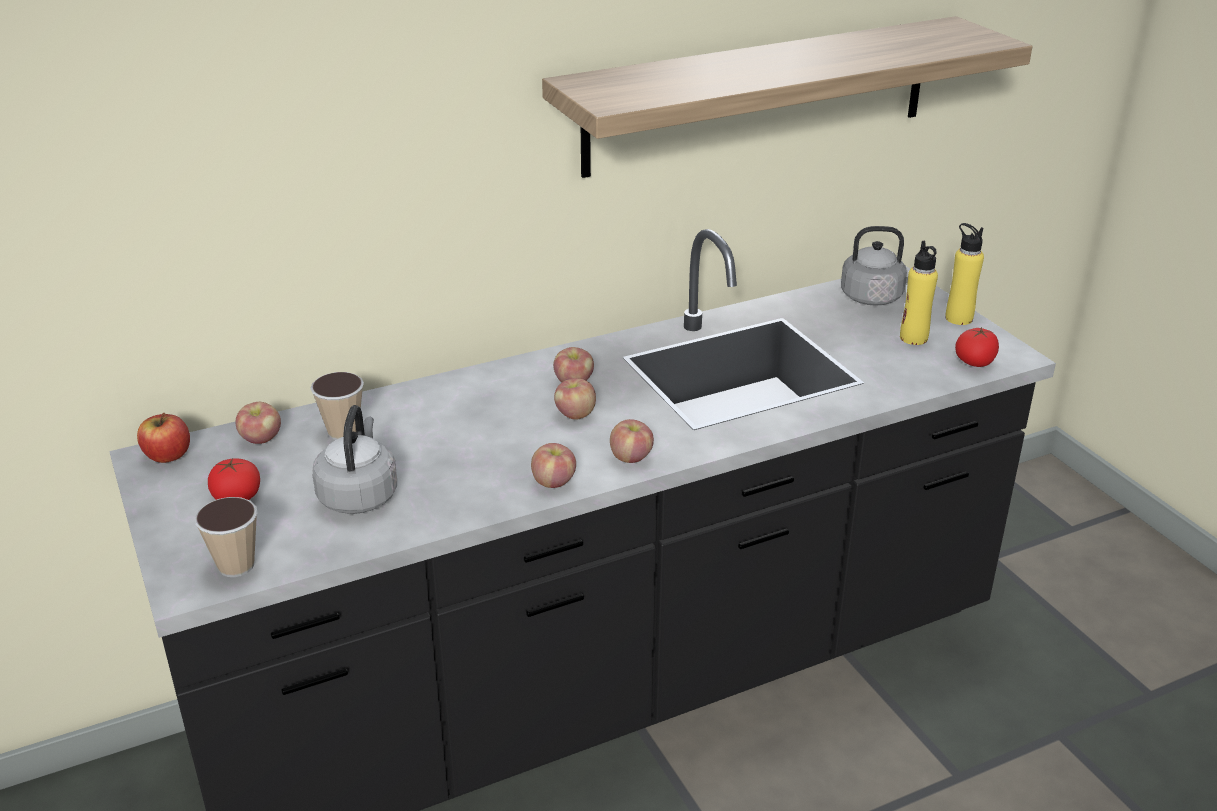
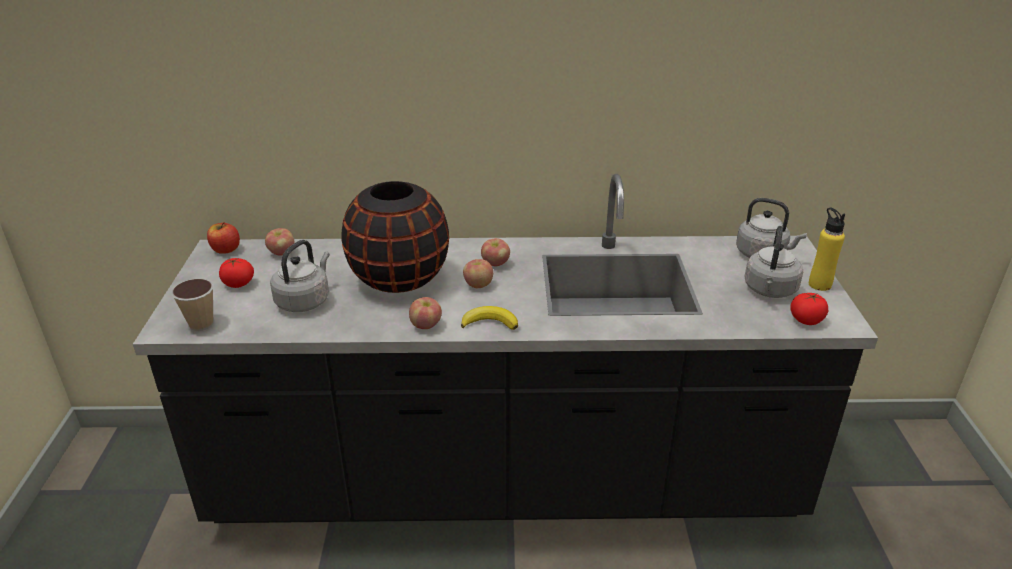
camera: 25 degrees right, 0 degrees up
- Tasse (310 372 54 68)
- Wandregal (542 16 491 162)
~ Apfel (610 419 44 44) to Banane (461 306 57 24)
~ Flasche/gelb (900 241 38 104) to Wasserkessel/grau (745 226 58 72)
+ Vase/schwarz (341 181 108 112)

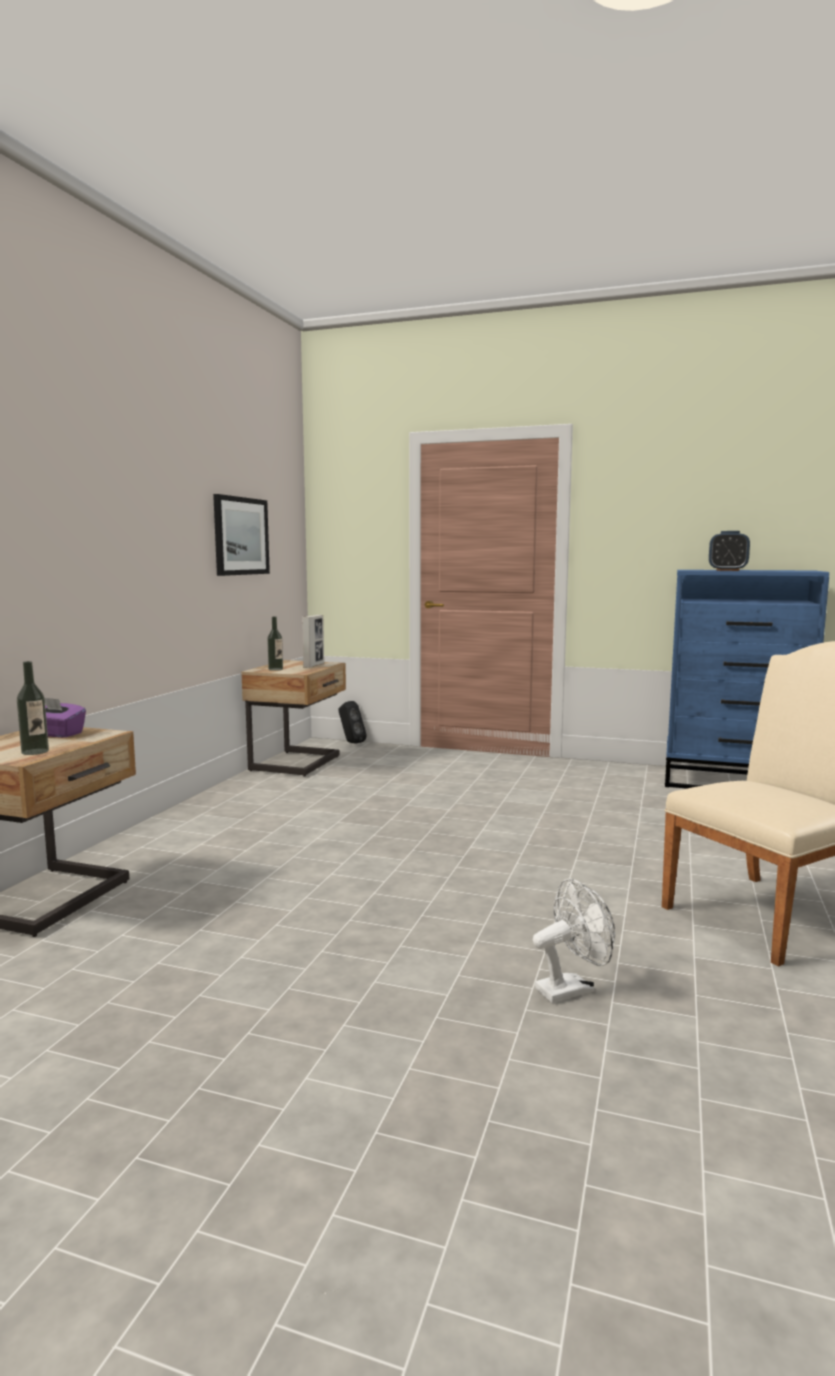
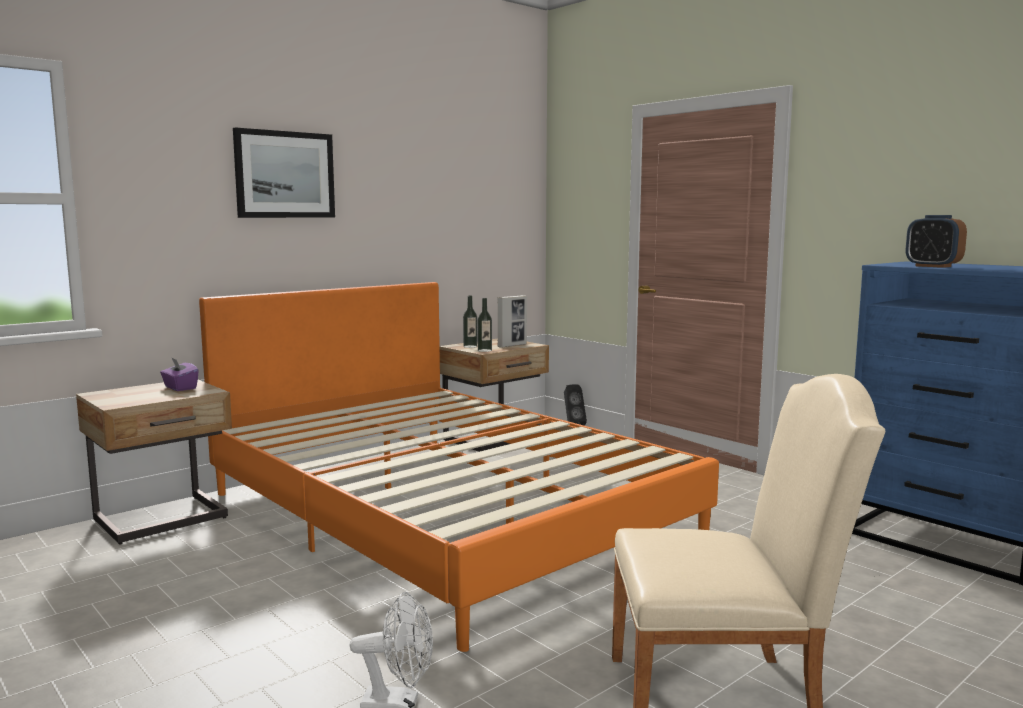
camera: 30 degrees right, 0 degrees up
~ Flasche (17 661 32 94) to (477 298 15 54)
~ Bild (213 494 57 82) to (233 127 102 91)
+ Bett/orange (199 282 520 370)

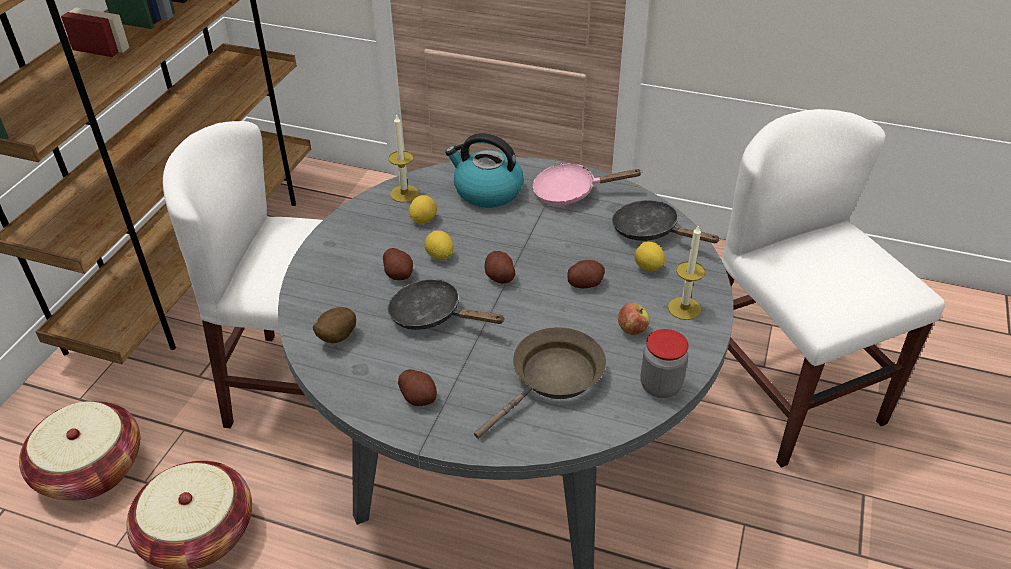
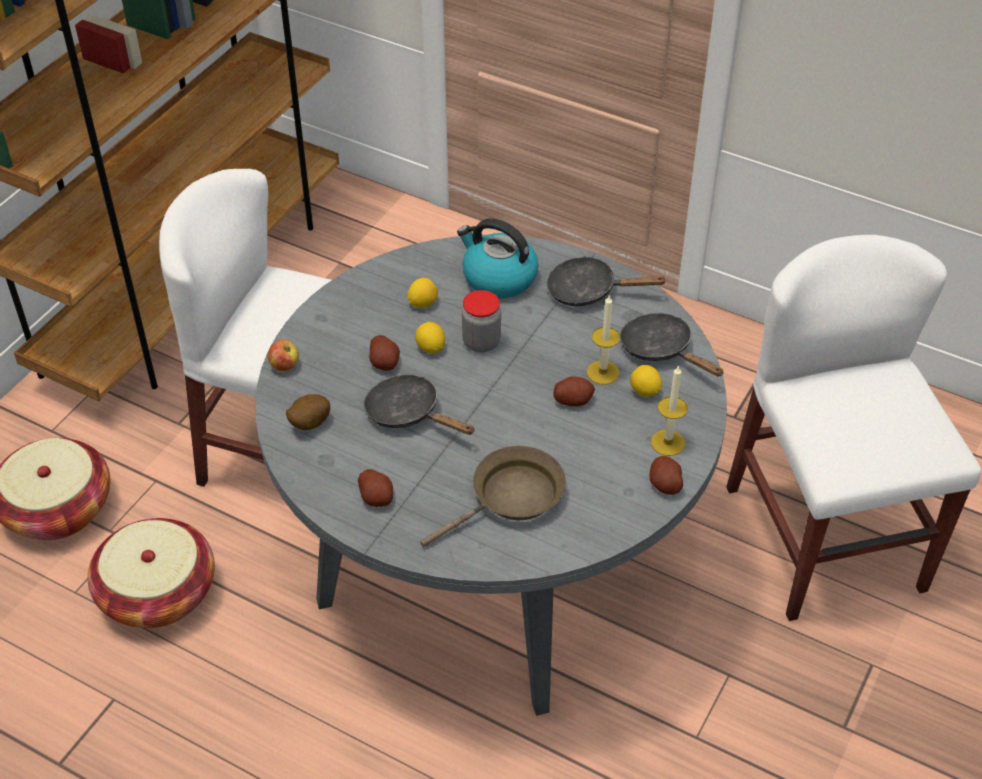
camera: 10 degrees right, 5 degrees up
~ Kerze (389 114 30 89) to (587 294 33 91)
~ Kartoffel (485 251 31 33) to (650 456 33 39)
~ Pfanne/rosa (532 163 111 42) to Pfanne/schwarz (546 256 120 50)
~ Apfel (618 302 32 33) to (268 340 31 31)
~ Vorratsglas (640 329 48 69) to (462 290 39 62)

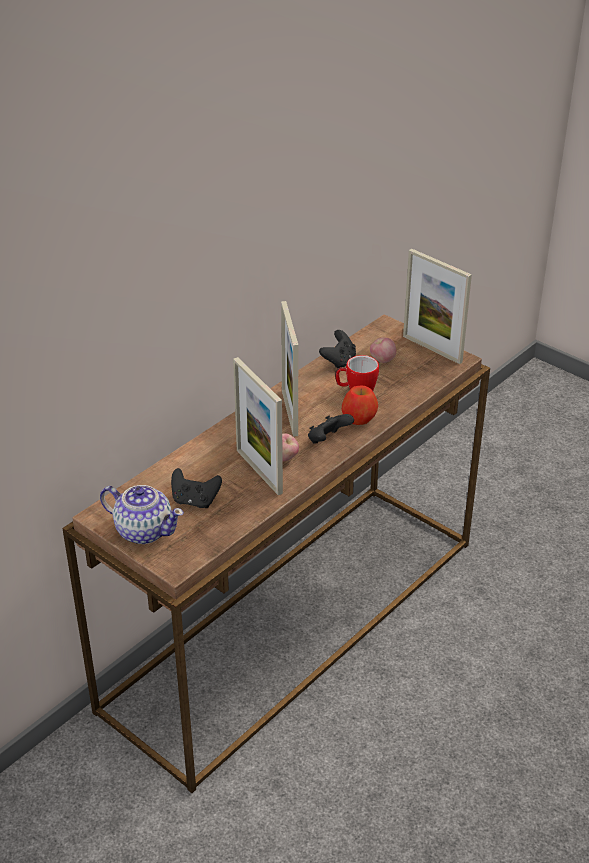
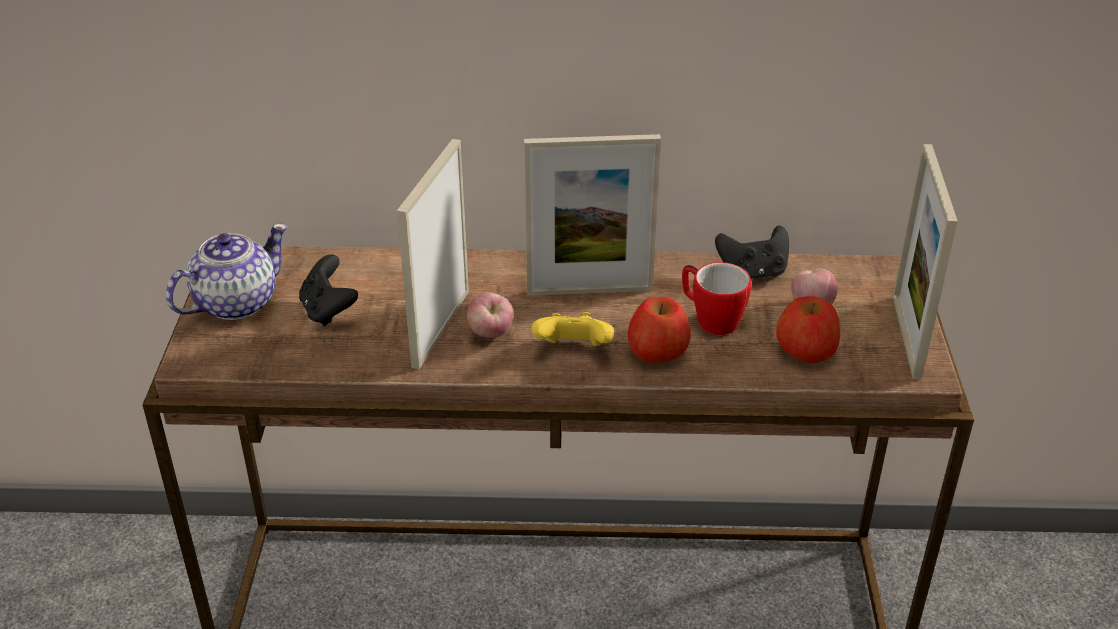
camera: 50 degrees right, 0 degrees up
~ Teekanne (100 485 84 59) = (166 224 122 96) 120 degrees counterclockwise
~ Bilderrahmen (281 301 17 136) = (524 134 137 162) 135 degrees counterclockwise
~ Gamepad/schwarz (308 414 46 30) to Gamepad/gelb (531 312 83 34)
+ Apfel (776 296 64 67)

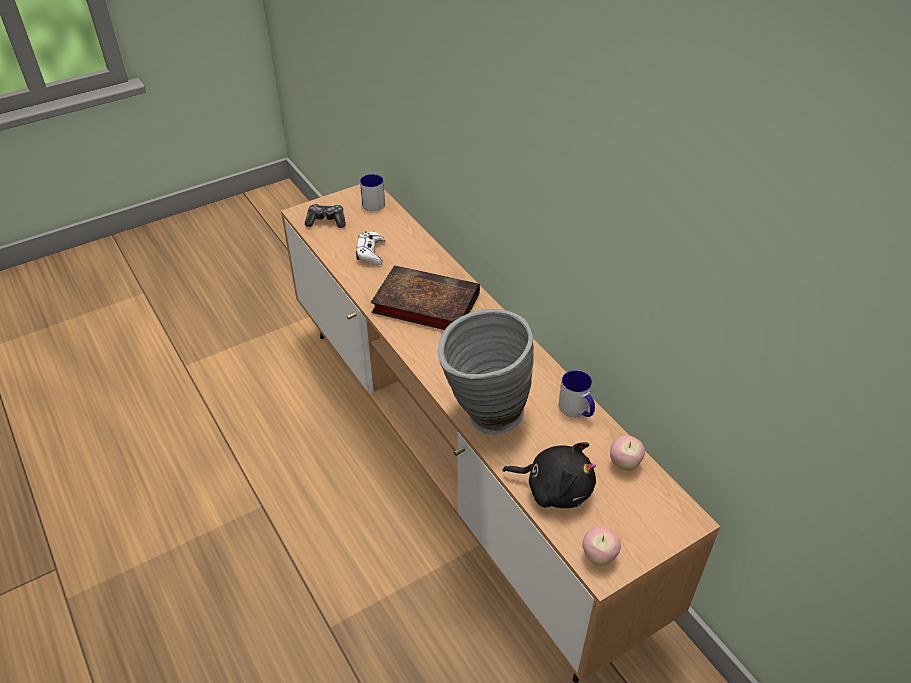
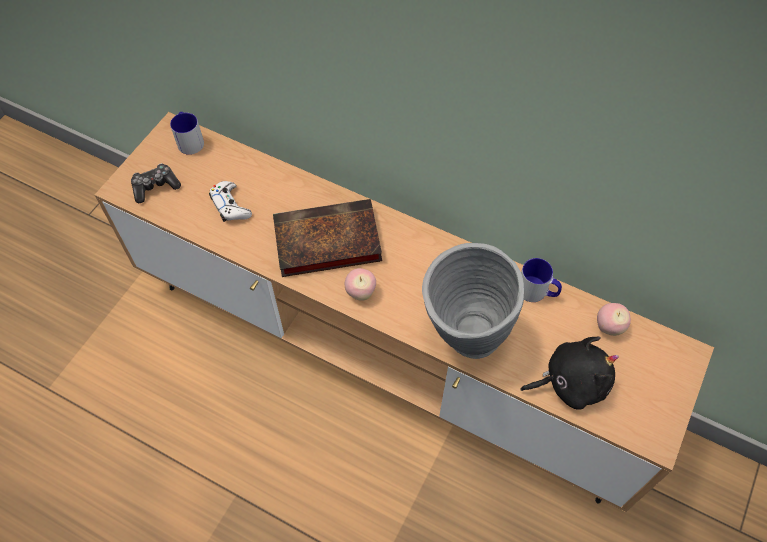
camera: 30 degrees left, 15 degrees up
~ Apfel (583 526 38 40) to (345 268 31 33)

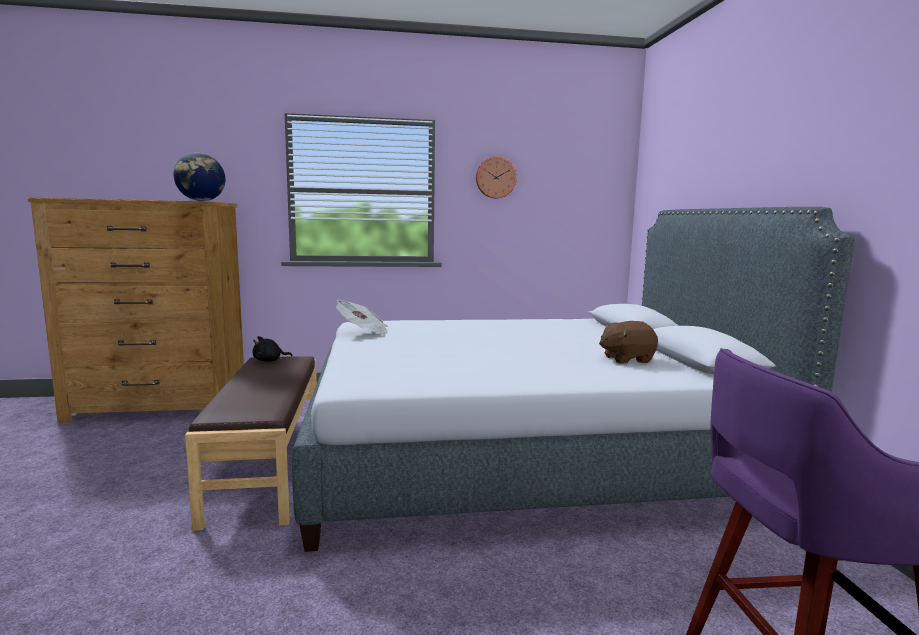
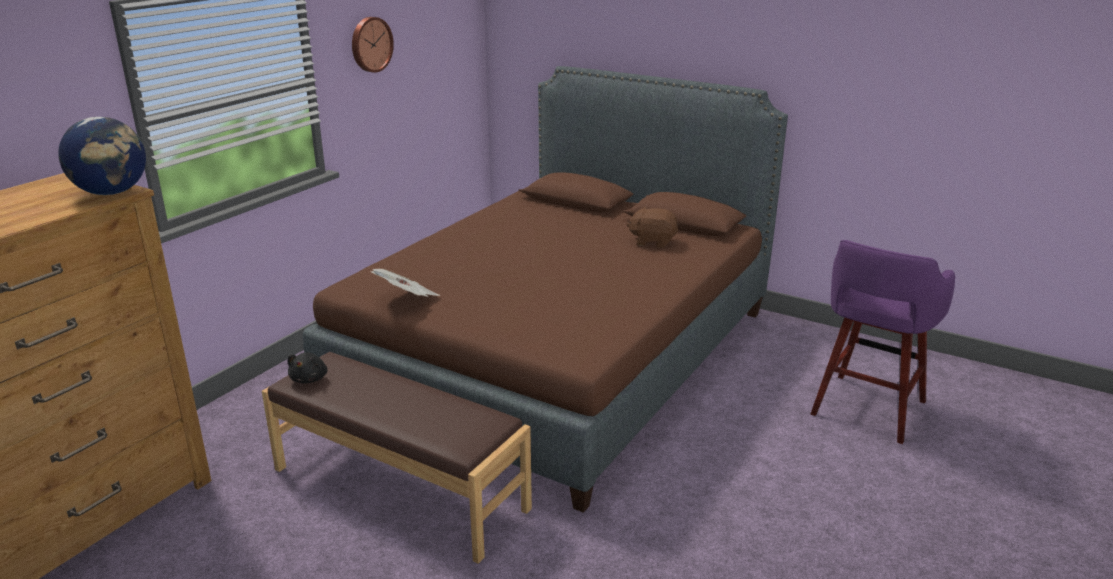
camera: 50 degrees left, 15 degrees up
~ Bett/grau (292 207 562 345) to Bett/braun (303 66 485 447)
~ Plüschtier/braun (599 321 59 42) = (627 207 51 41) 75 degrees clockwise

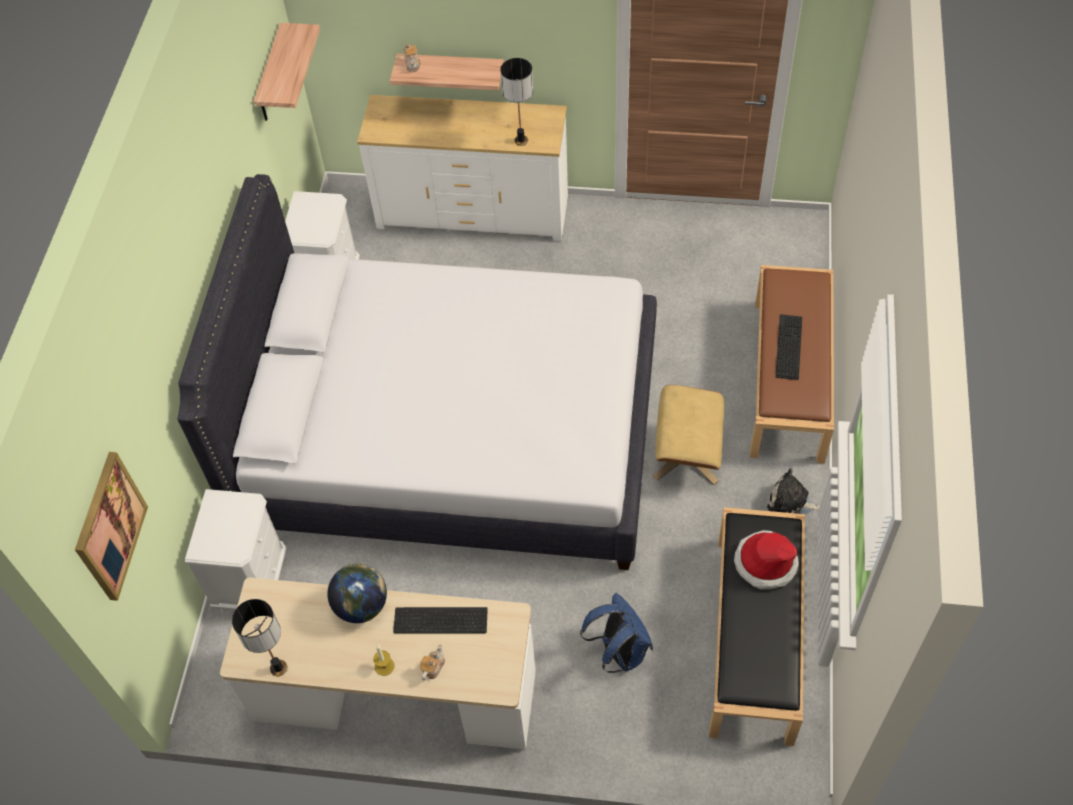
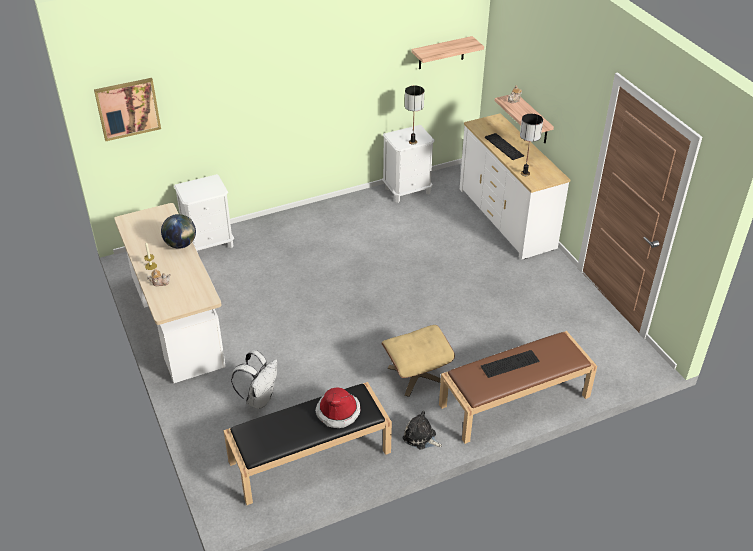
camera: 55 degrees right, 15 degrees down
- Bett/weiß (177 174 480 396)
~ Tischlampe (232 599 56 77) to (405 86 20 59)
~ Tastatur (393 607 95 27) to (485 133 39 27)
~ Rucksack/blau (580 593 73 80) to Rucksack/weiß (231 350 46 59)
~ Plüschtier (767 469 52 46) = (403 411 39 38) 45 degrees counterclockwise

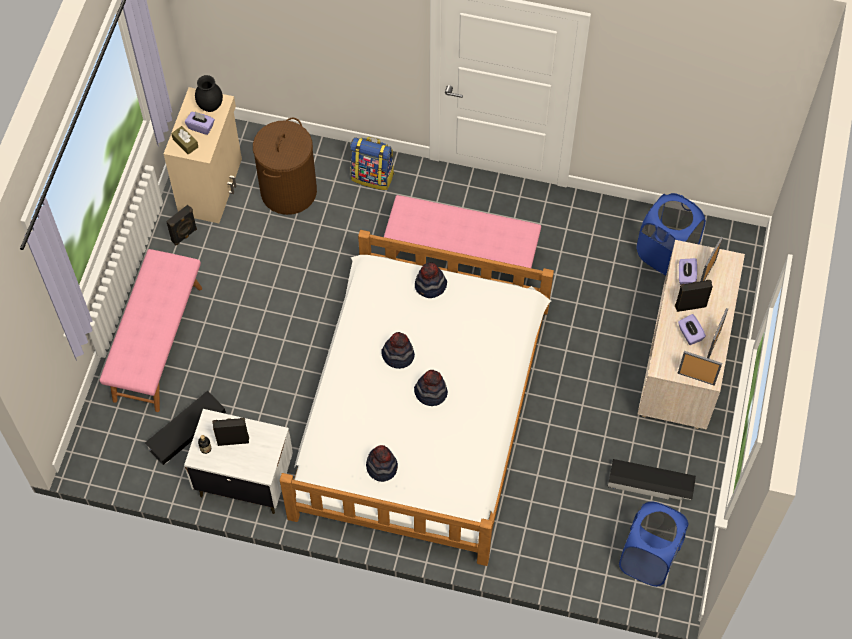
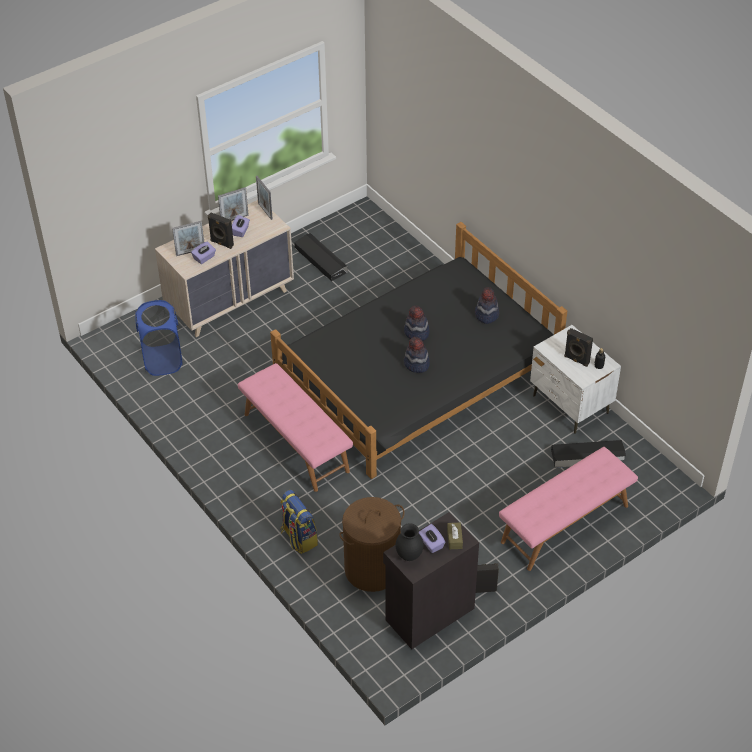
camera: 140 degrees left, 15 degrees down
~ Schrank/beige (164 87 78 136) to Schrank/schwarz (383 512 96 137)
~ Bett/weiß (280 230 274 336) to Bett/schwarz (270 222 297 257)
- Hut (415 262 32 36)
- Wäschekorb/blau (619 501 70 86)

